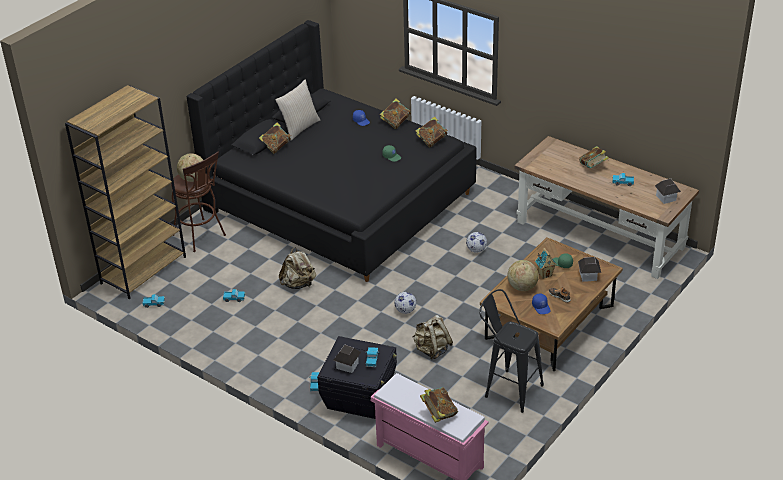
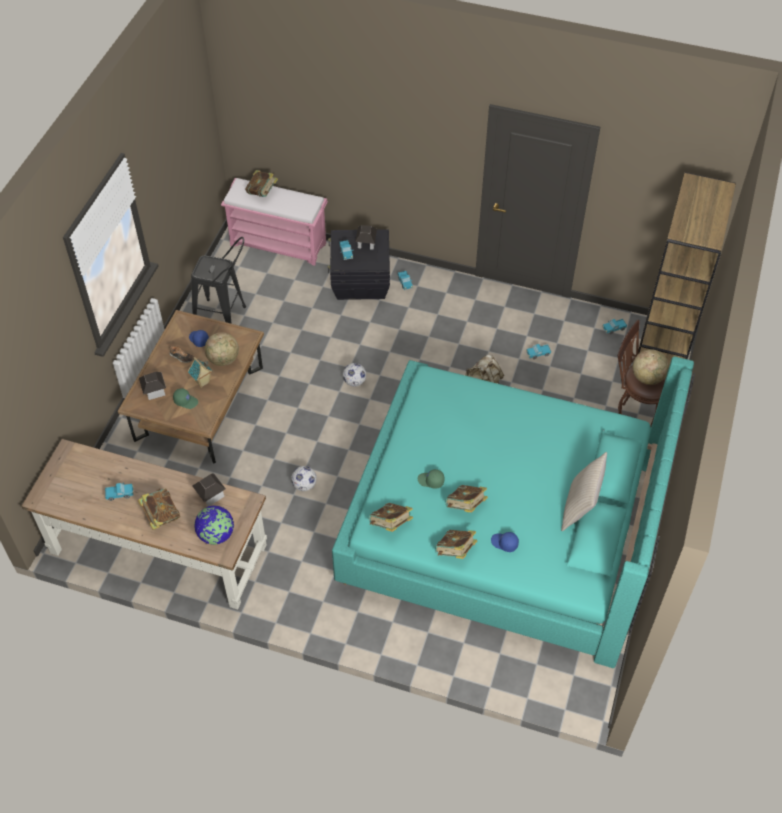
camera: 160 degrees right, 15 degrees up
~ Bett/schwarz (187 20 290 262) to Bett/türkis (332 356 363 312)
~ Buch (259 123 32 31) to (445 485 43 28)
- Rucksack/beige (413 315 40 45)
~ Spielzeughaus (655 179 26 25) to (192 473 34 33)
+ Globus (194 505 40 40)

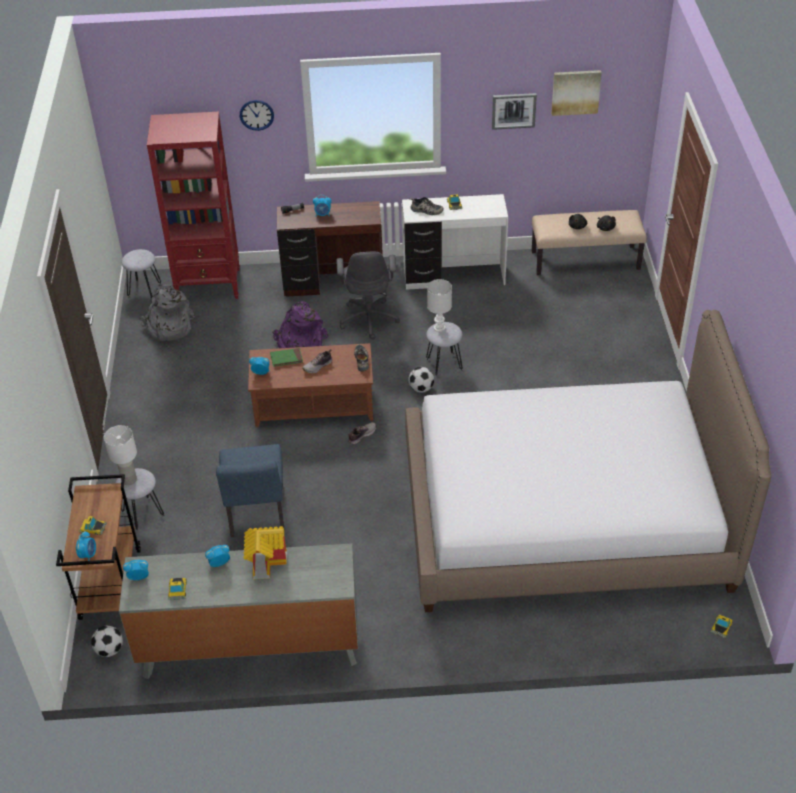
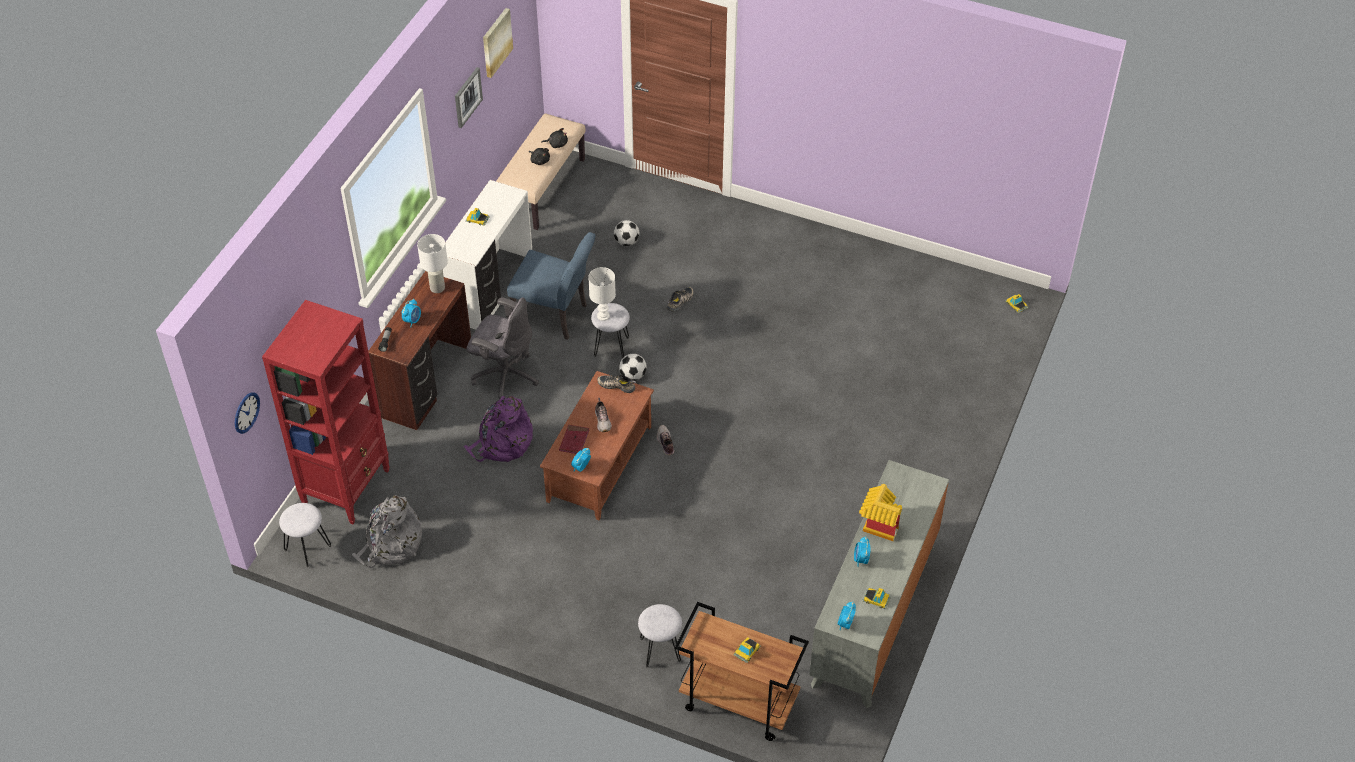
camera: 65 degrees left, 5 degrees up
- Wecker (76 531 20 30)
~ Fußball (91 626 32 31) to (614 220 25 26)
~ Tischlampe/weiß (104 425 33 60) to (417 234 31 59)
~ Stuhl/blau (216 444 69 93) to (507 232 89 108)
~ Wanduhr (240 100 34 31) to (235 392 25 42)
~ Buch/grün (270 348 33 19) to Buch/rot (559 425 30 29)
- Bett (405 310 366 302)
~ Schuh (410 197 34 18) to (667 287 27 24)

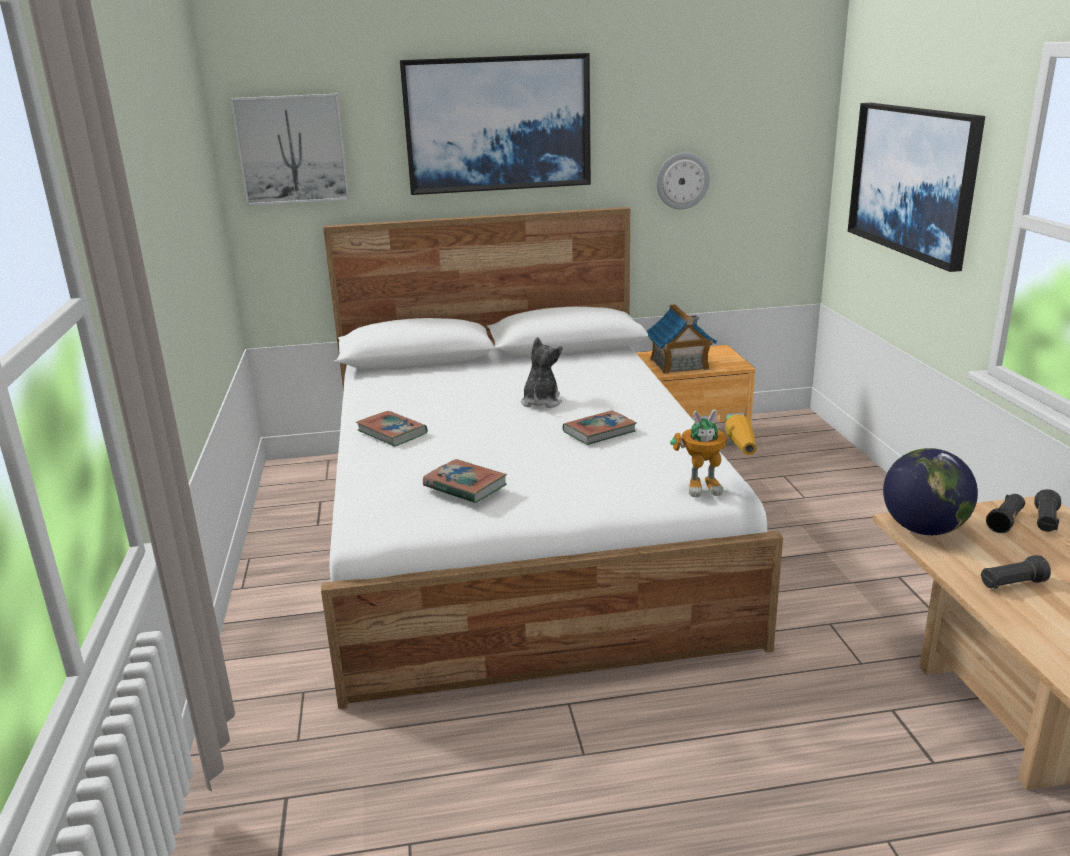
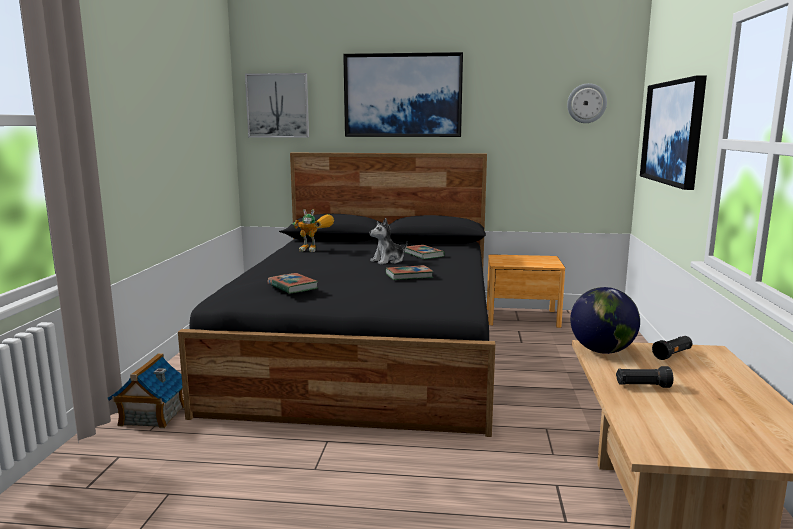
camera: 15 degrees right, 10 degrees down
~ Bett/weiß (321 207 462 502) to Bett/schwarz (178 153 317 284)
~ Buch (356 411 72 36) to (405 245 40 14)
~ Plüschtier (521 337 41 71) = (370 218 37 47) 150 degrees counterclockwise
~ Spielzeughaus (646 304 71 70) to (108 353 76 75)
~ Wanduhr (656 152 54 57) to (567 83 40 40)
~ Spielzeugroboter (670 410 87 87) to (292 209 42 43)
- Taschenlampe/schwarz (1034 489 27 43)

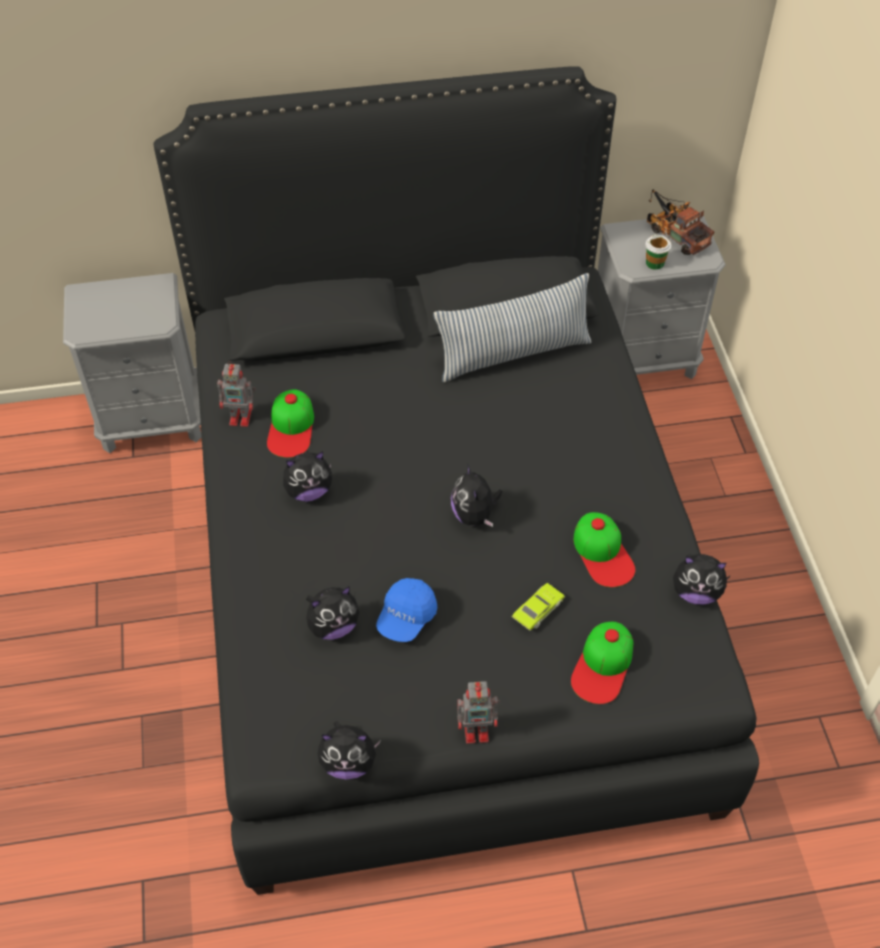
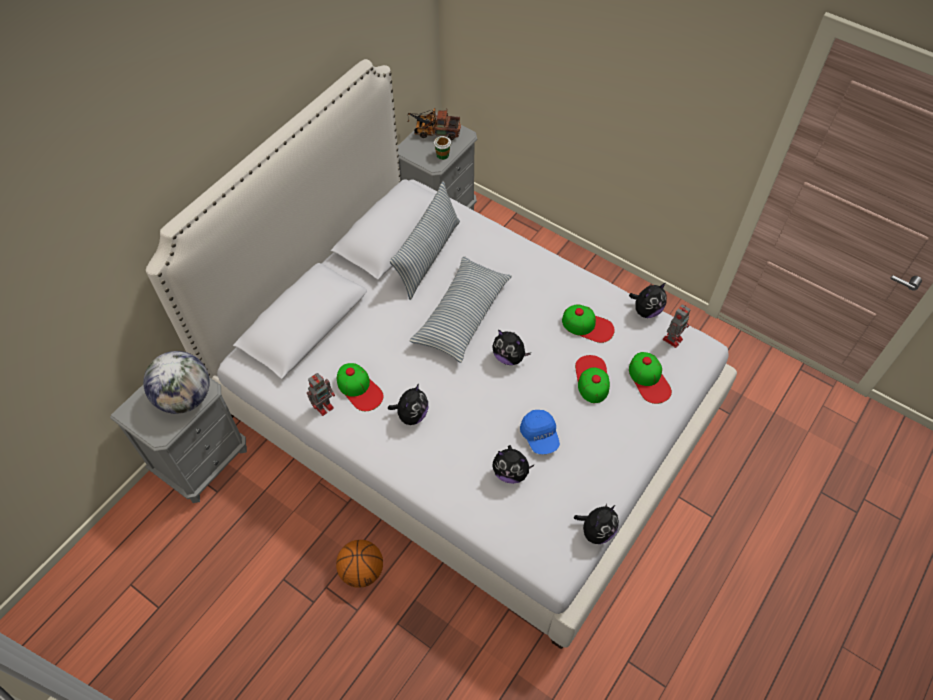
camera: 45 degrees left, 5 degrees up
~ Bett/schwarz (154 66 605 829) to Bett/weiß (146 59 591 590)
~ Plüschtier (306 586 53 54) = (492 445 43 39) 90 degrees clockwise
~ Spielzeugroboter (457 681 43 63) to (663 304 27 44)
~ Spielzeugauto/grün (512 583 53 48) to Kappe (575 355 35 48)
+ Globus (143 351 67 63)
+ Basketball (336 540 47 48)
+ Kissen (410 256 102 107)

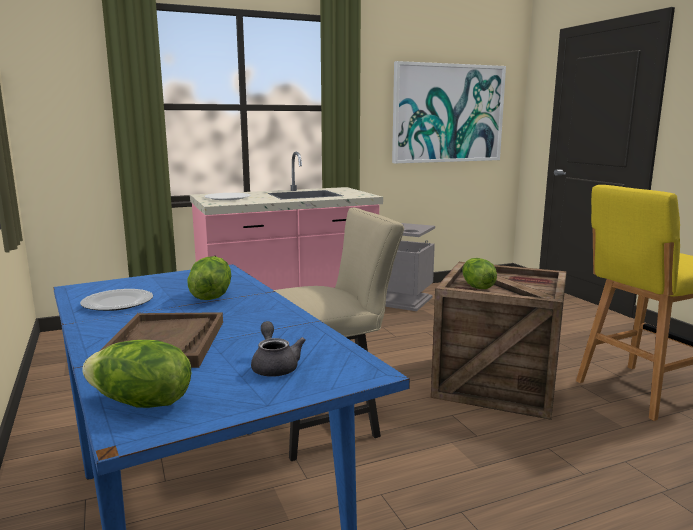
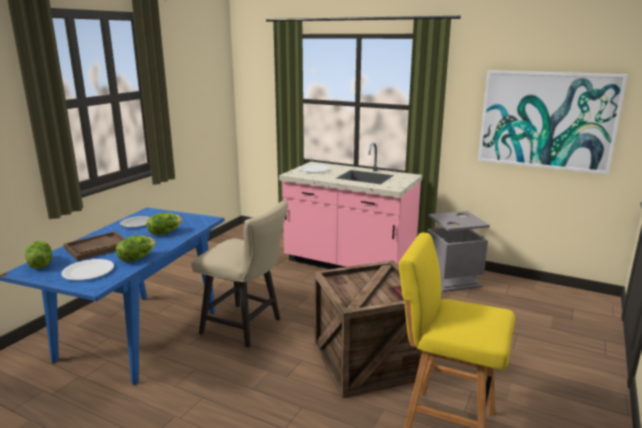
camera: 50 degrees right, 5 degrees up
~ Teekanne/grau (251 321 55 56) to Teller/weiß (61 259 53 22)
~ Salatkopf (463 258 34 31) to (116 235 40 26)

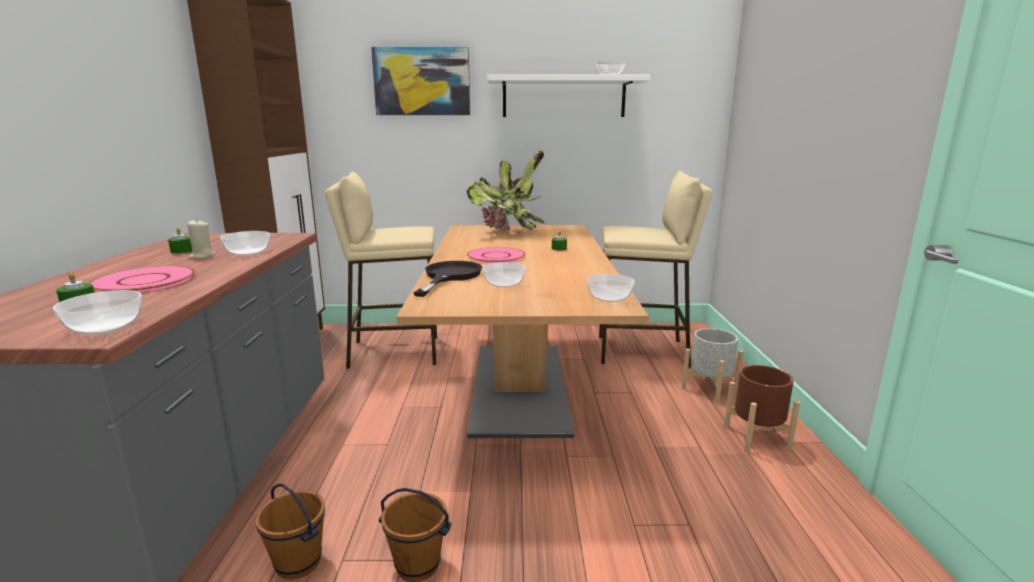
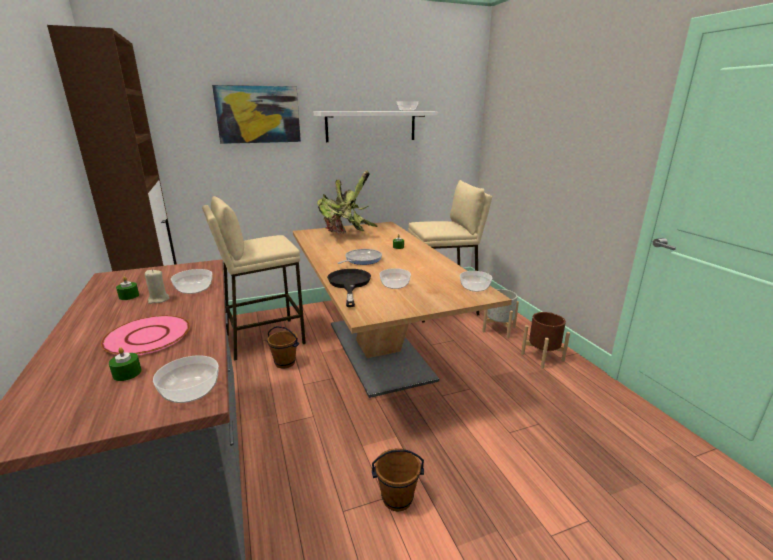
camera: 20 degrees left, 5 degrees up
~ Eimer/braun (255 483 70 97) to (267 326 32 43)
~ Teller/rosa (467 247 58 16) to Pfanne (337 249 45 16)

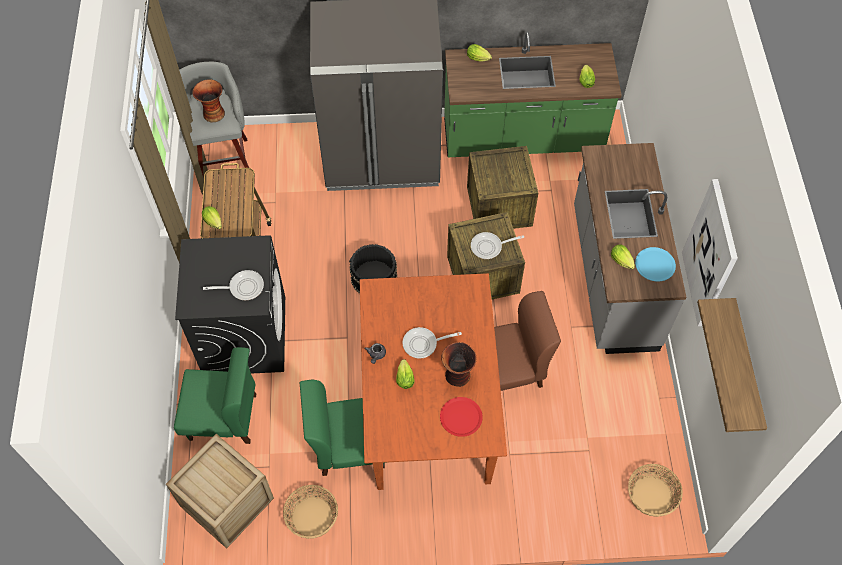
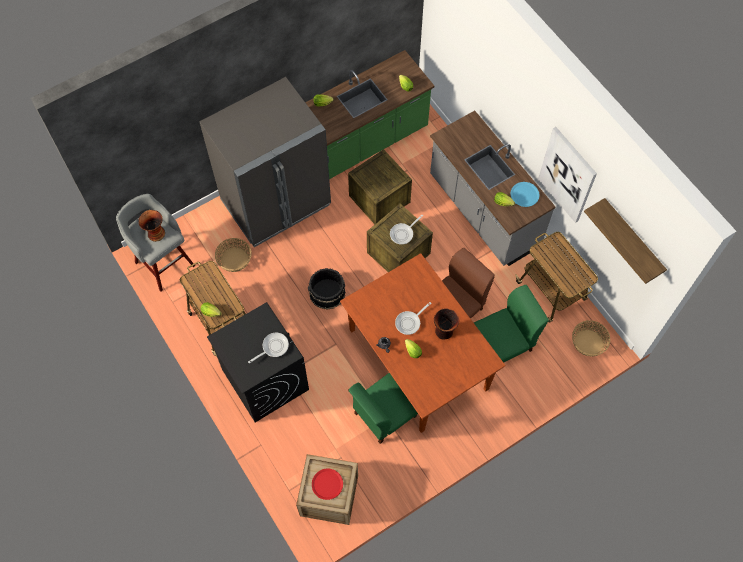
camera: 30 degrees left, 5 degrees up
~ Stuhl/grün (174 347 82 97) to (474 285 75 78)
~ Korb (283 485 55 54) to (215 238 37 34)
~ Teller/rot (440 397 43 40) to (312 469 31 31)
+ Rollwagen (515 232 83 91)

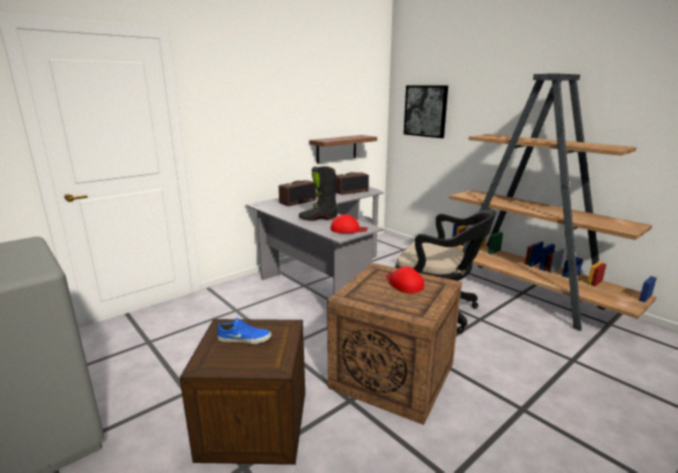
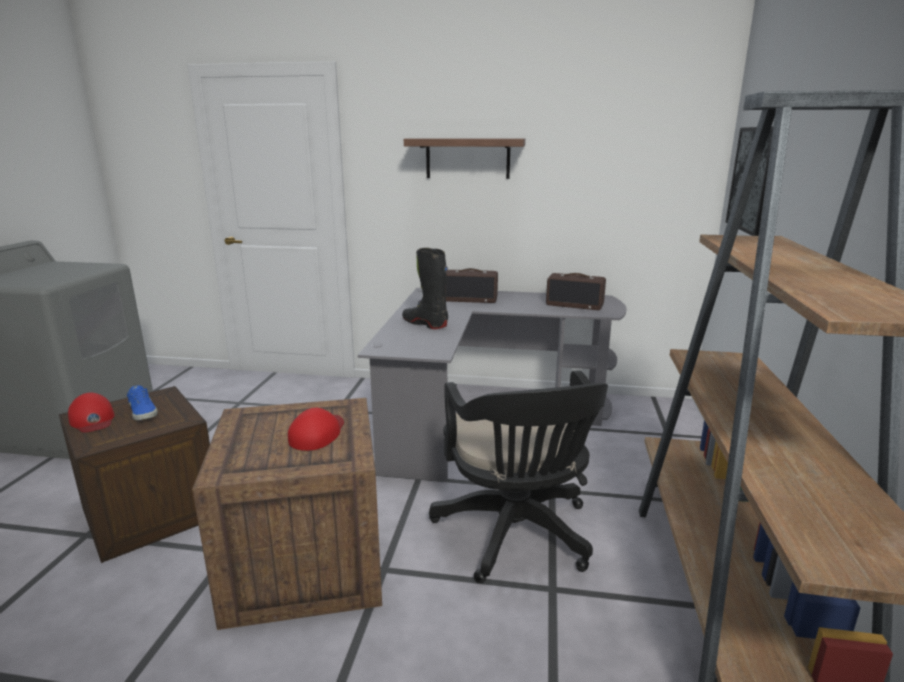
camera: 50 degrees right, 0 degrees up
~ Wandregal (309 135 68 28) to (404 138 121 41)
~ Kappe/rot (331 215 37 18) to (68 393 47 40)

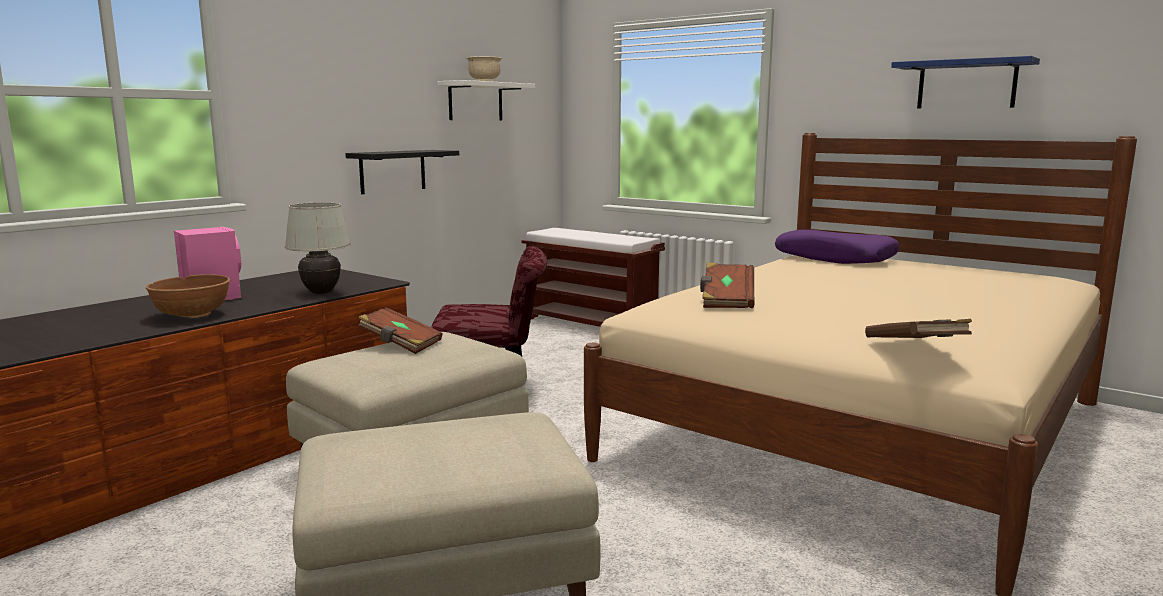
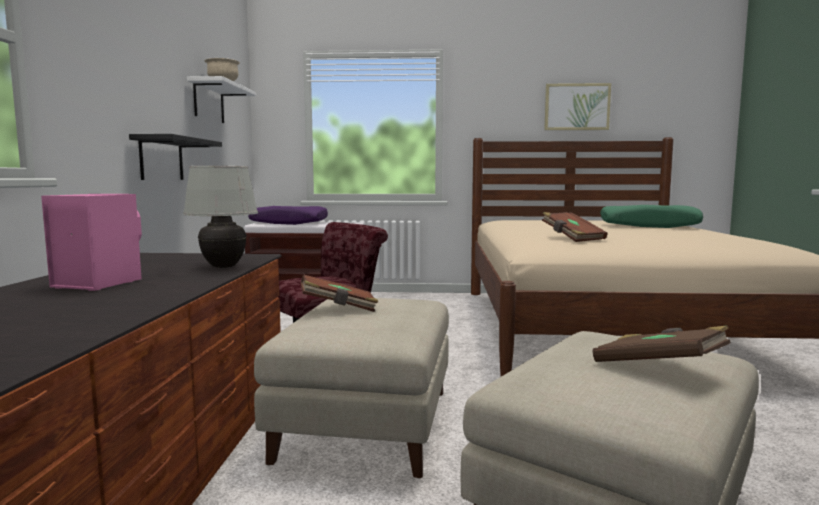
camera: 35 degrees left, 5 degrees down
- Schüssel/braun (146 274 84 44)
~ Kissen/lila (775 229 124 35) to (248 206 80 19)
~ Buch/braun (865 319 107 19) to (593 325 138 37)
~ Wandregal/blau (891 56 149 52) to Bild (544 83 67 47)
+ Kissen/grün (600 205 103 23)

